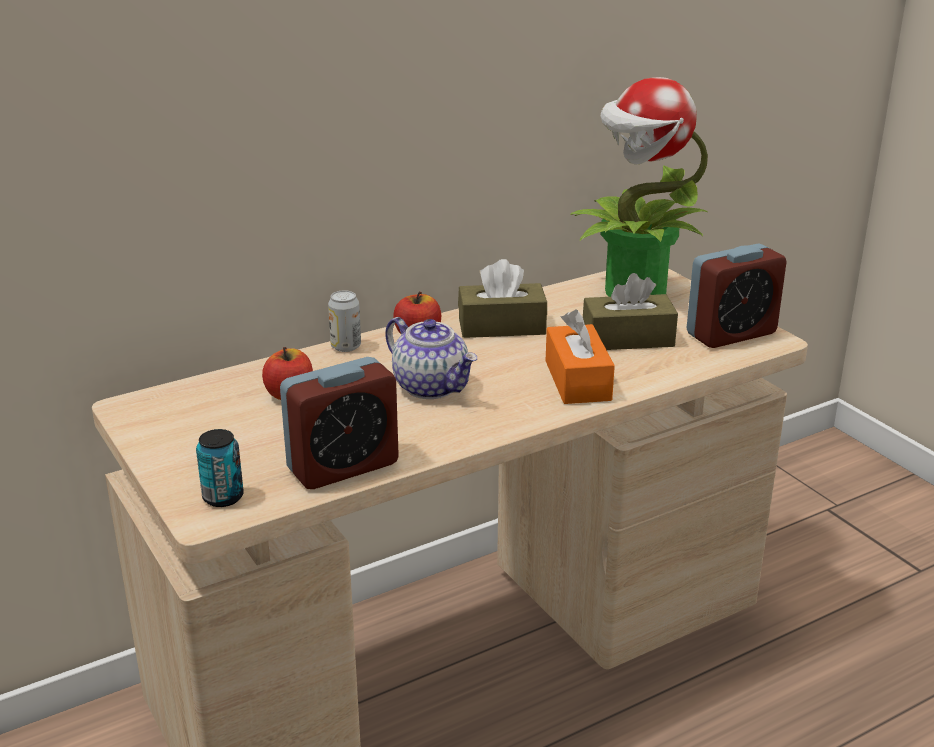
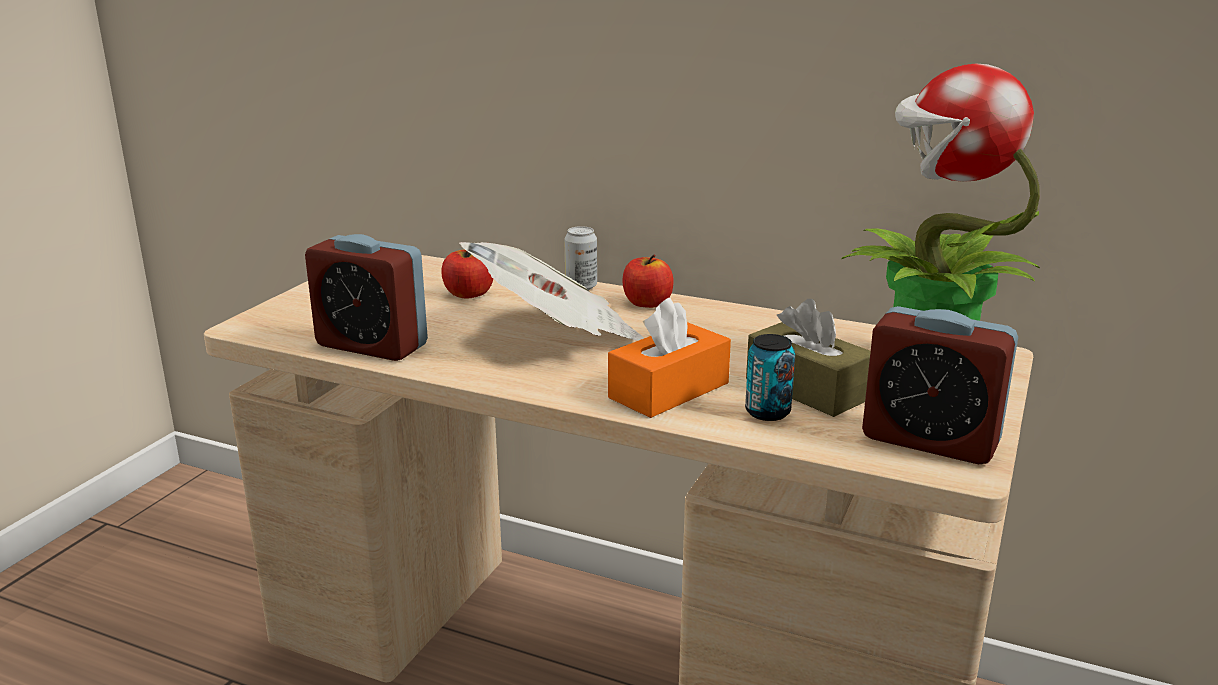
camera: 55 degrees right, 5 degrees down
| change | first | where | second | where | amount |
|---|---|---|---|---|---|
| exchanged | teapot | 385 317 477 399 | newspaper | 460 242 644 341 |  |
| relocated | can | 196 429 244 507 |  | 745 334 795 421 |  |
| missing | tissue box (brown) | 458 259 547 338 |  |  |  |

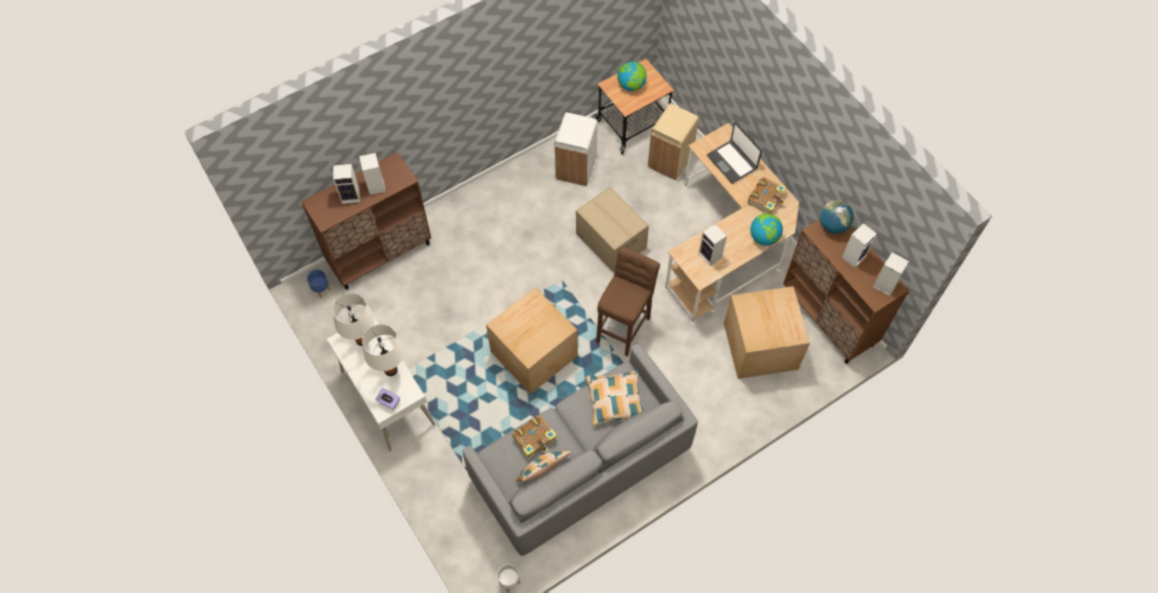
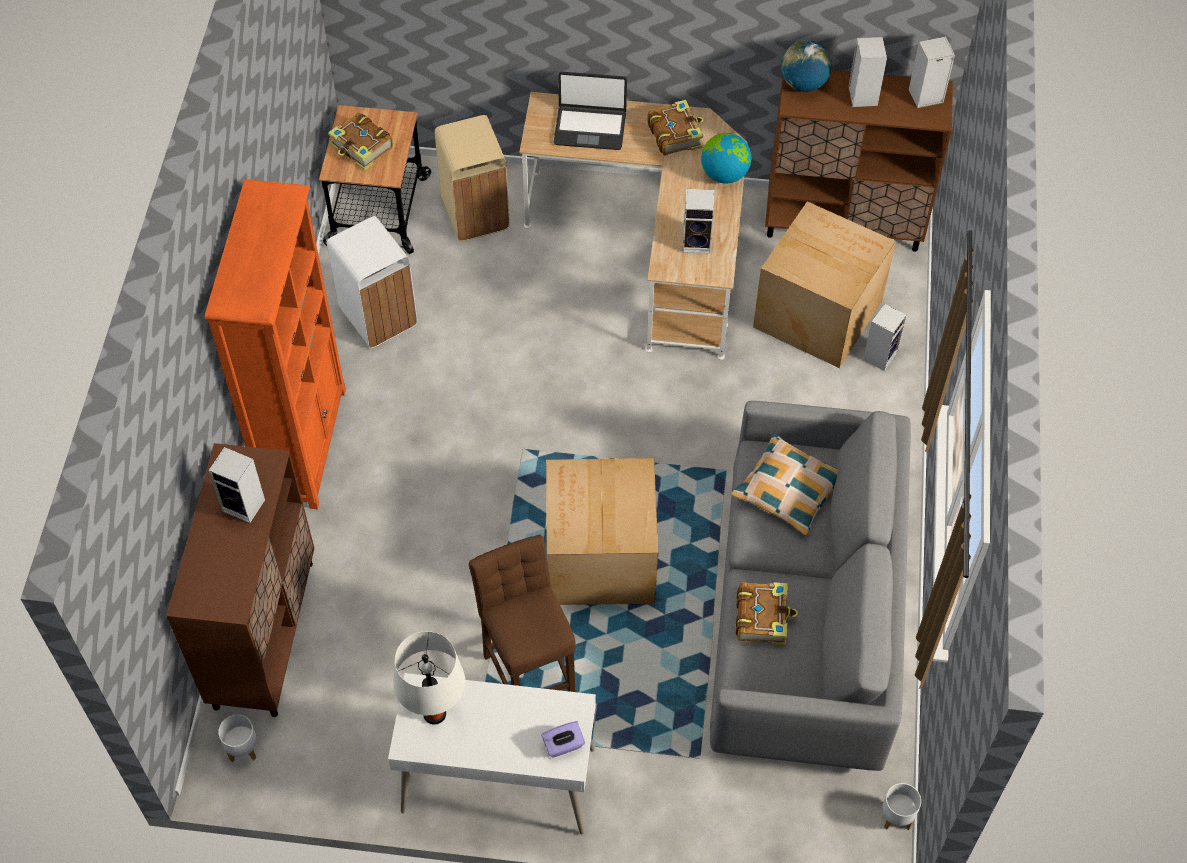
camera: 50 degrees left, 5 degrees down
| change | first | where | second | where | amount |
|---|---|---|---|---|---|
| appeared |  |  | bookcase (orange) | 205 179 346 509 |  |
| colour | planter (blue) | 307 270 331 298 | planter (white) | 218 715 257 762 |  |
| exchanged | globe | 617 61 647 91 | book | 328 113 393 171 |  |
| relocated | stool (brown) | 596 247 660 357 |  | 469 535 576 692 |  |
| relocated | speaker | 333 164 360 204 |  | 863 304 907 371 |  |
| missing | table lamp (white) | 362 324 405 376 |  |  |  |
| missing | pillow | 515 450 571 482 |  |  |  |
| missing | cardboard box | 576 187 649 272 |  |  |  |

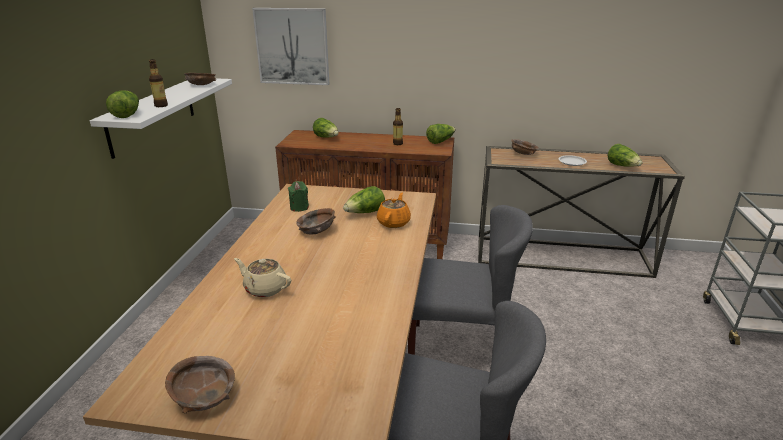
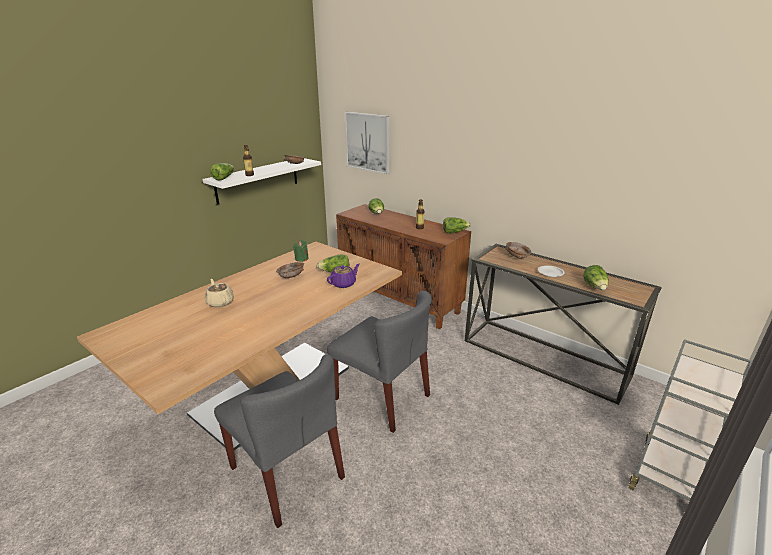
camera: 30 degrees right, 0 degrees up
| change | first | where | second | where | amount |
|---|---|---|---|---|---|
| colour | teapot (orange) | 377 193 411 228 | teapot (purple) | 327 264 360 288 |  |
| missing | bowl (brown) | 165 356 235 414 |  |  |  |

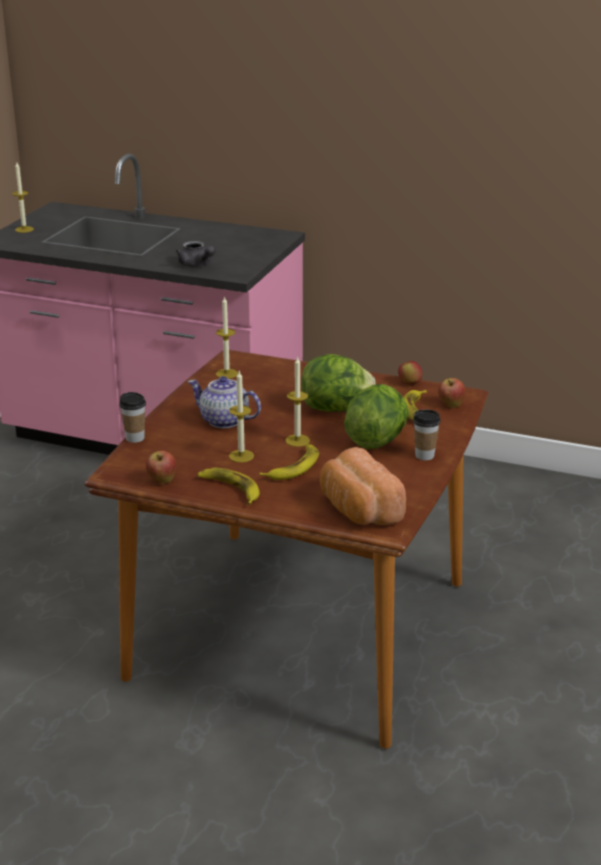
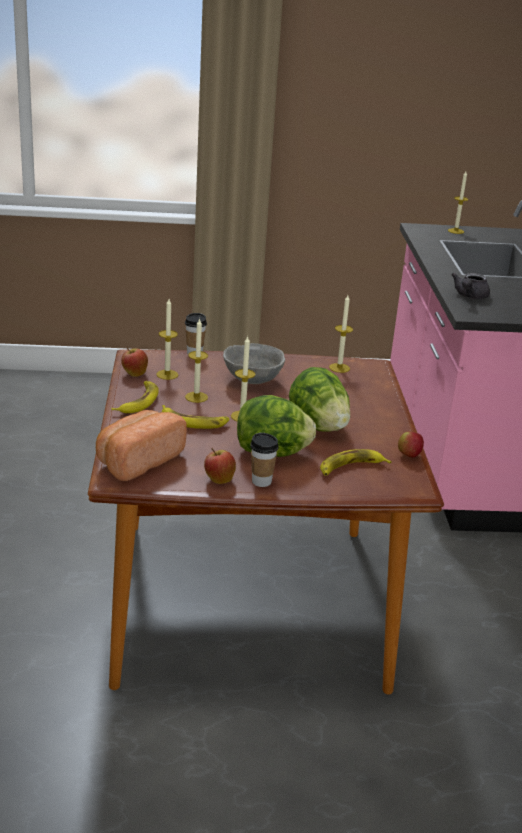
camera: 65 degrees right, 0 degrees up
| change | first | where | second | where | amount |
|---|---|---|---|---|---|
| appeared |  |  | candle | 156 299 178 380 |  |
| relocated | apple | 438 378 466 408 |  | 204 448 236 484 |  |
| exchanged | teapot | 188 376 261 428 | bowl (grey) | 223 343 285 384 |  |

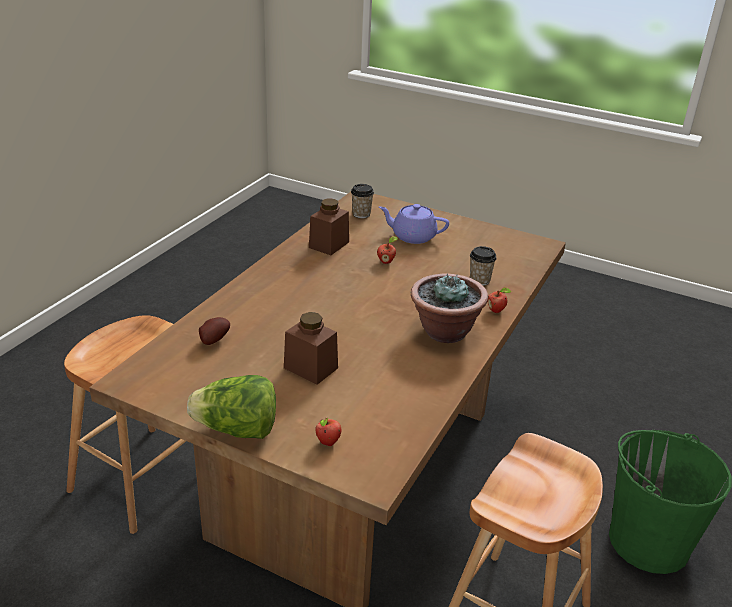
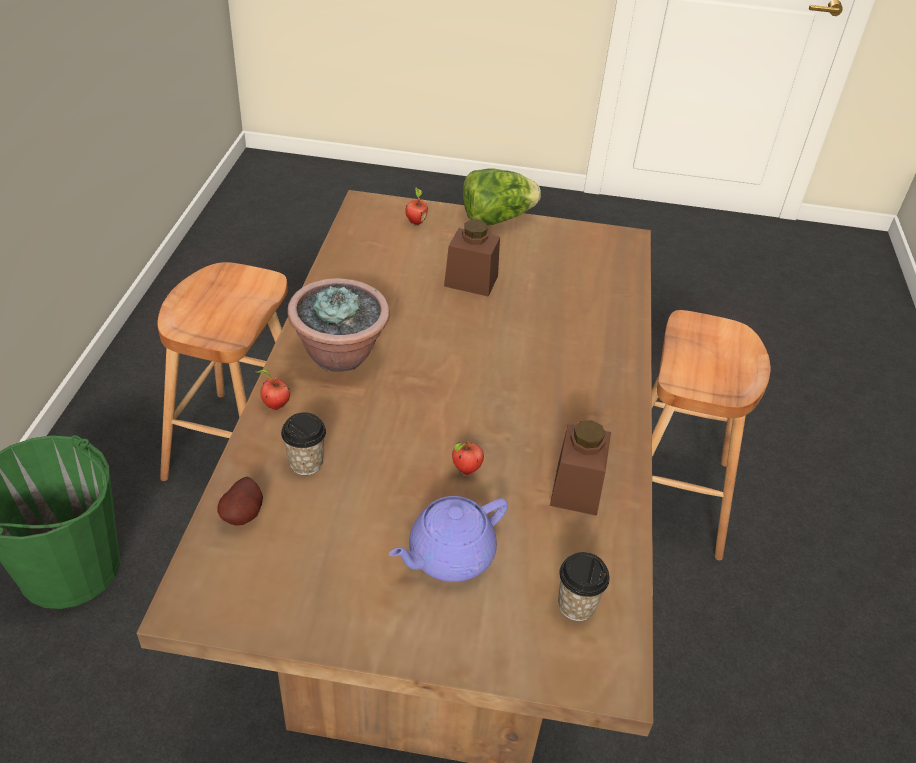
camera: 160 degrees right, 10 degrees up
| change | first | where | second | where | amount |
|---|---|---|---|---|---|
| relocated | potato | 199 317 230 345 |  | 217 477 263 525 |  |
| spun | teapot (purple) | 379 204 449 244 |  | 389 496 508 582 | 150 degrees clockwise |

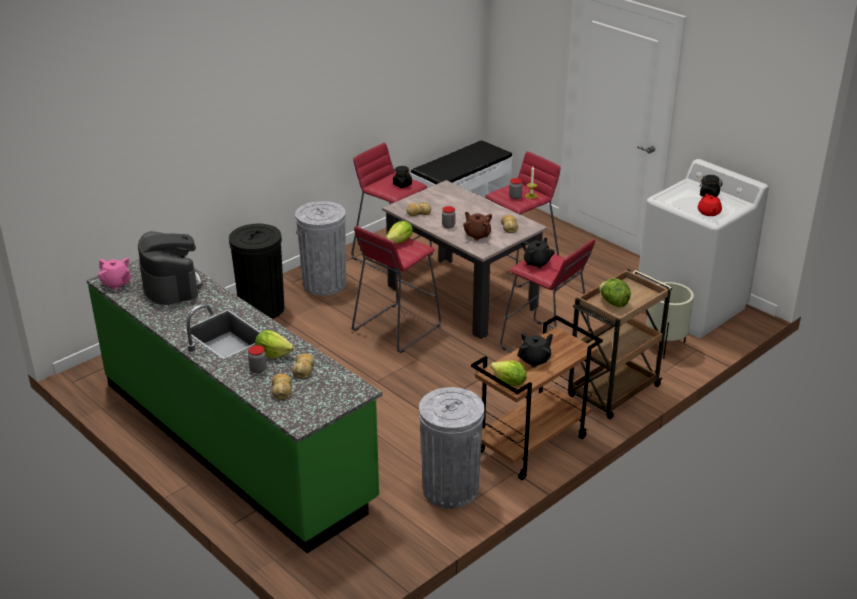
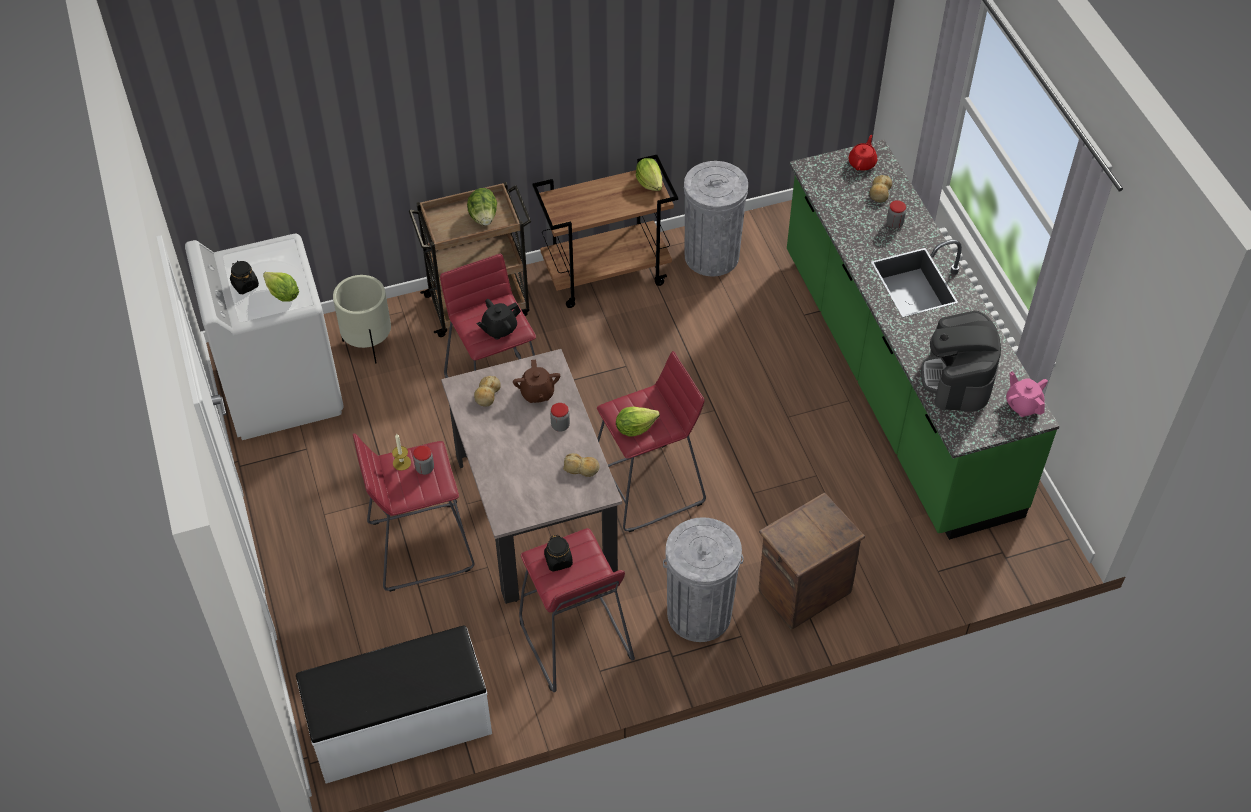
camera: 155 degrees left, 20 degrees up
| change | first | where | second | where | amount |
|---|---|---|---|---|---|
| relocated | lettuce | 255 330 294 358 |  | 263 272 299 302 |  |
| exchanged | trash can (black) | 229 224 284 319 | crate | 759 493 865 630 |  |
| relocated | teapot (red) | 698 194 722 216 |  | 848 135 877 170 |  |
| missing | bread | 292 354 315 379 |  |  |  |
| missing | teapot (black) | 517 333 553 368 |  |  |  |

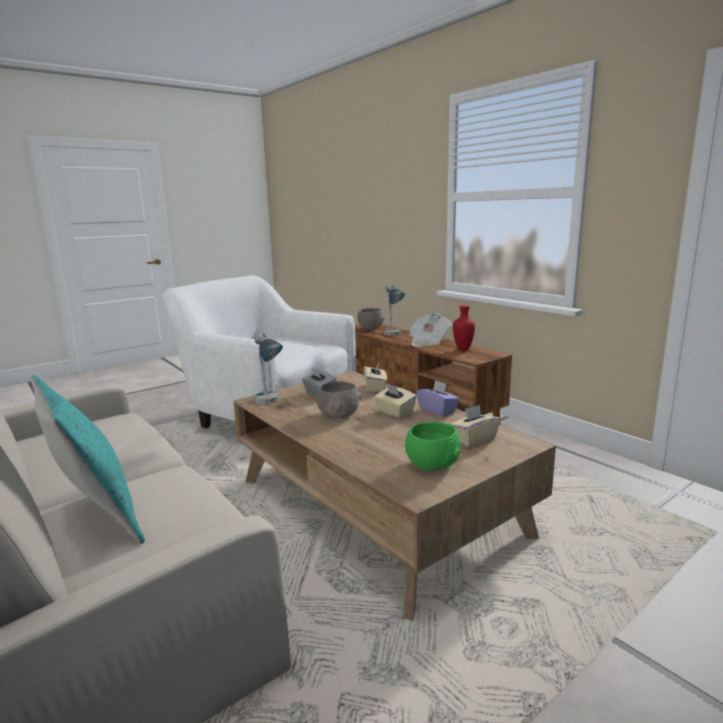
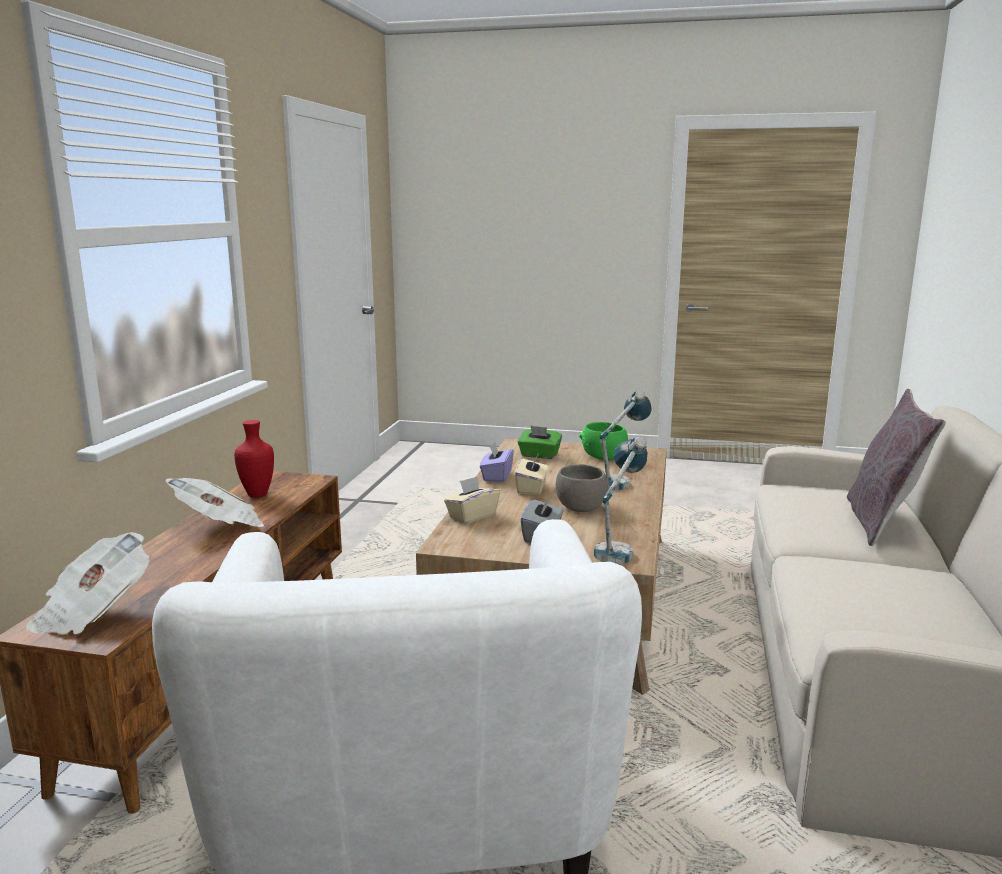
camera: 130 degrees left, 0 degrees up
| change | first | where | second | where | amount |
|---|---|---|---|---|---|
| exchanged | bowl (grey) | 357 308 384 329 | newspaper | 26 532 149 635 |  |
| colour | tissue box (beige) | 450 405 500 447 | tissue box (green) | 518 425 562 459 |  |
| relocated | table lamp | 384 284 405 336 |  | 600 391 652 490 |  |
| colour | pillow (turquoise) | 31 375 145 544 | pillow (grey) | 847 389 946 546 |  |

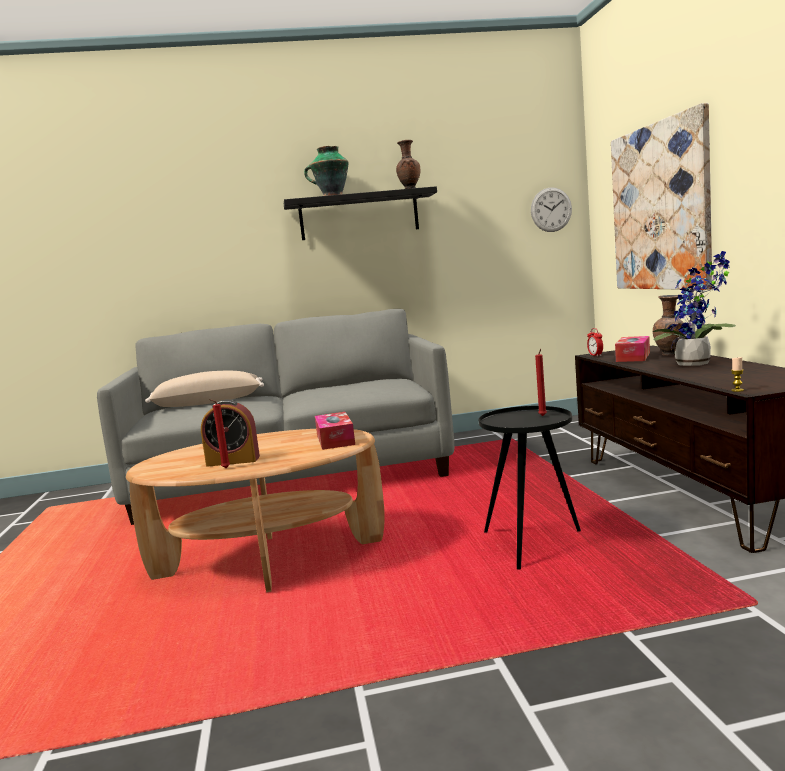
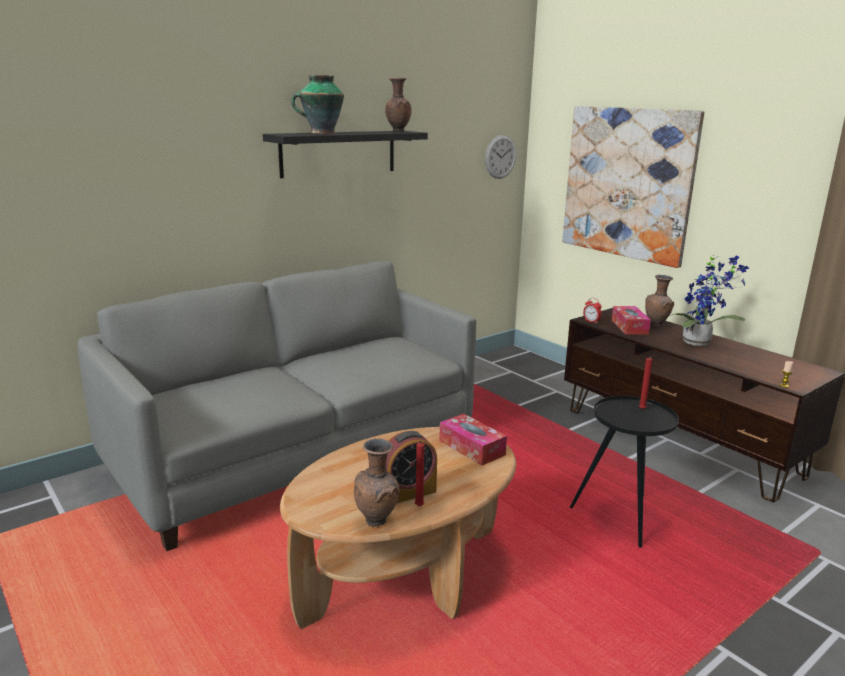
camera: 30 degrees left, 10 degrees up
| change | first | where | second | where | amount |
|---|---|---|---|---|---|
| appeared |  |  | vase (brown) | 354 439 400 527 |  |
| missing | pillow (beige) | 145 371 264 407 |  |  |  |

